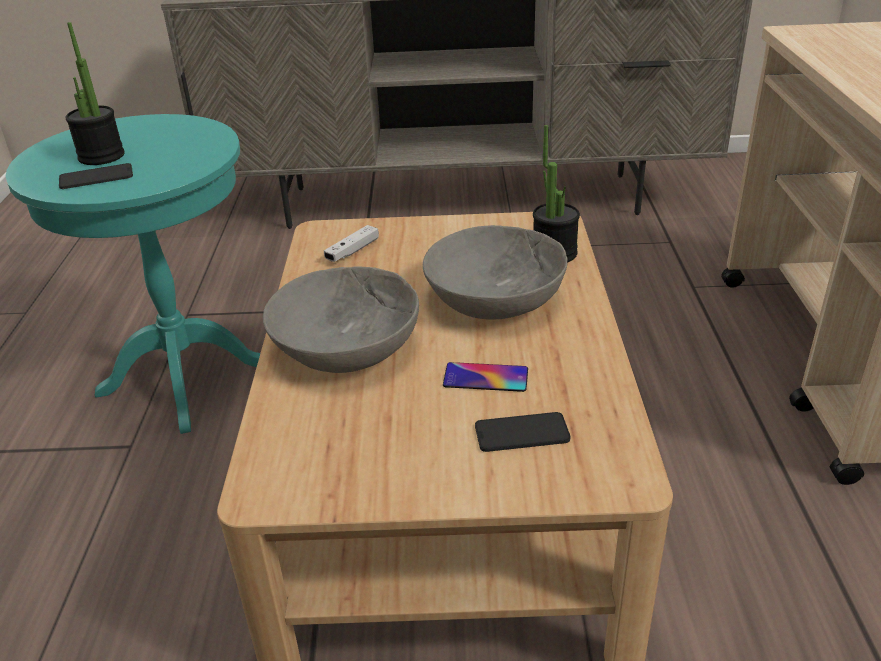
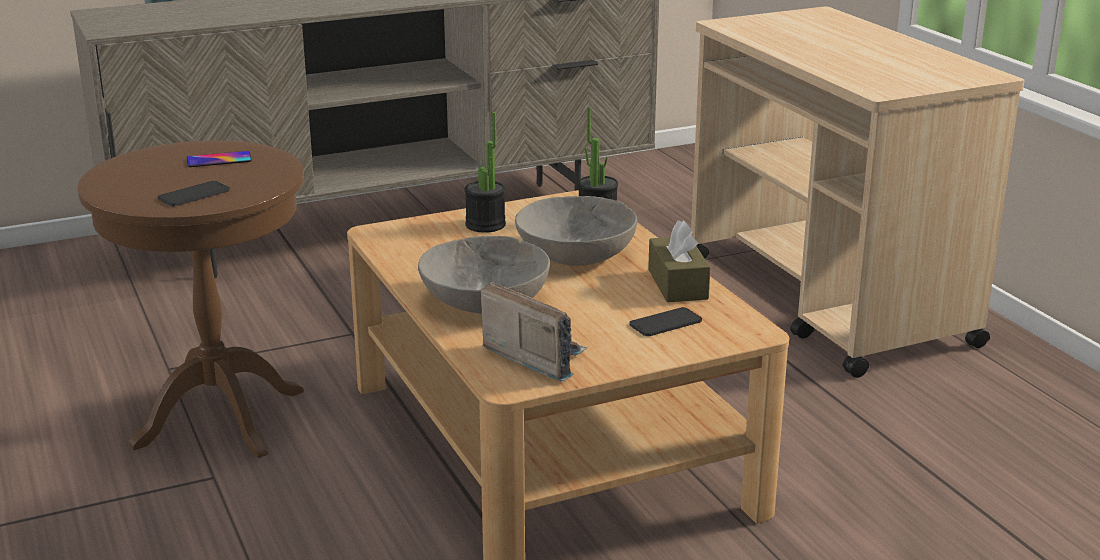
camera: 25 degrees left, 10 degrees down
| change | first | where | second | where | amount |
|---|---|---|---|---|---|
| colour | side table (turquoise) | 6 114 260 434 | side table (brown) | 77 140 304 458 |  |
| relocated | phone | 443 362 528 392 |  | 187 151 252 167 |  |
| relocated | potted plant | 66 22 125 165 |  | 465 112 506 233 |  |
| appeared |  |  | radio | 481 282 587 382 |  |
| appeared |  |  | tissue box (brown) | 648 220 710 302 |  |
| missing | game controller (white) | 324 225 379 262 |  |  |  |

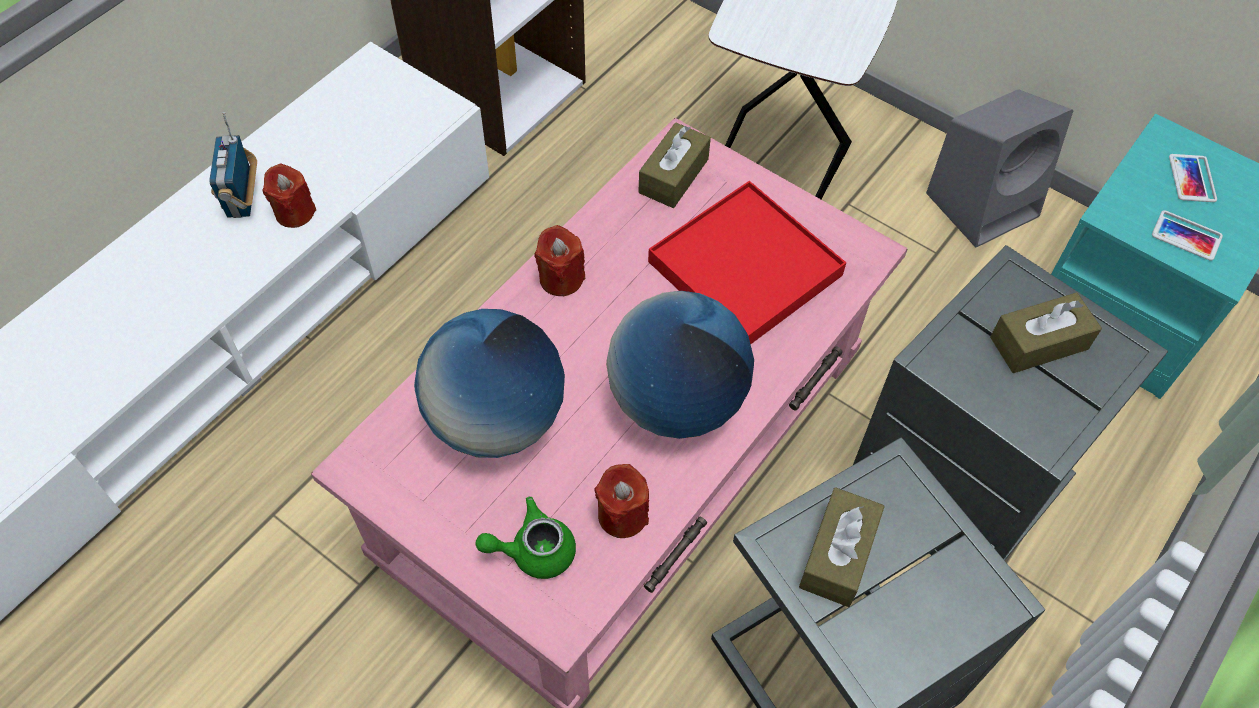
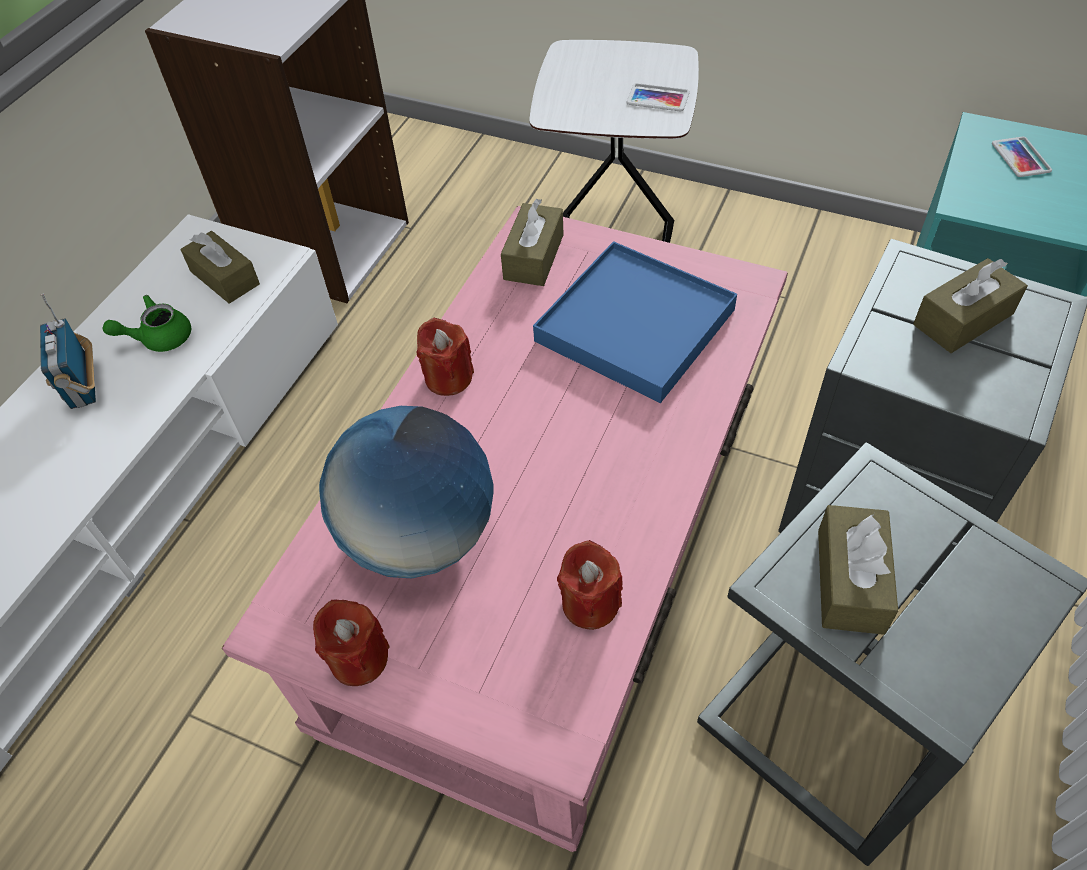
camera: 10 degrees left, 5 degrees down
| change | first | where | second | where | amount |
|---|---|---|---|---|---|
| relocated | teapot (green) | 475 497 576 579 |  | 102 295 191 352 |  |
| appeared |  |  | tissue box (brown) | 180 231 260 304 |  |
| relocated | candle (red) | 262 163 316 228 |  | 313 599 390 686 |  |
| colour | tray (red) | 648 181 846 344 | tray (blue) | 533 241 737 403 |  |
| relocated | phone | 1152 210 1223 261 |  | 626 83 690 111 |  |
| missing | globe | 606 291 754 439 |  |  |  |
| missing | speaker (grey) | 926 89 1073 248 |  |  |  |

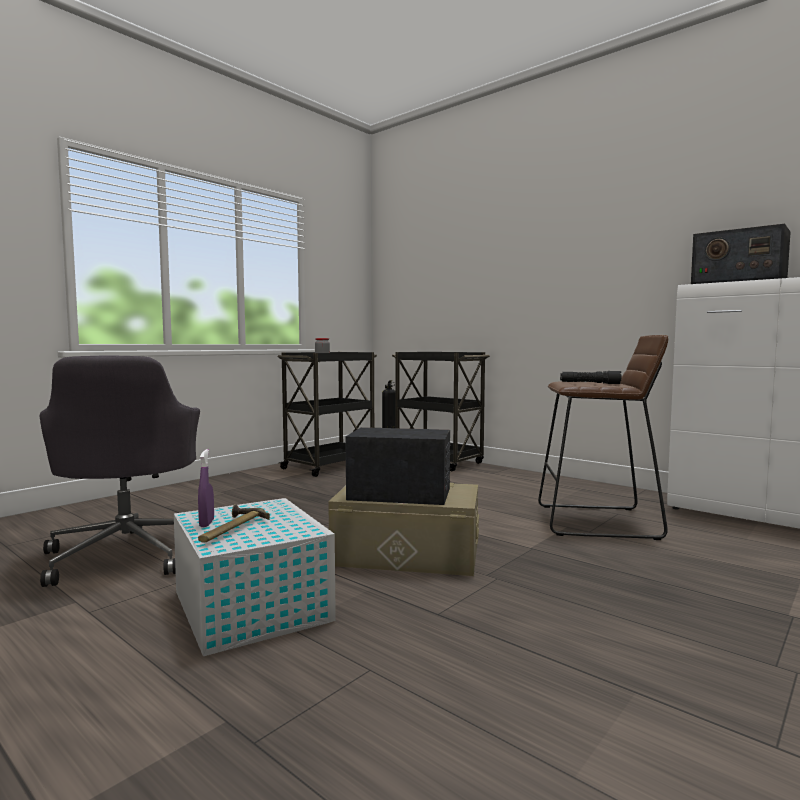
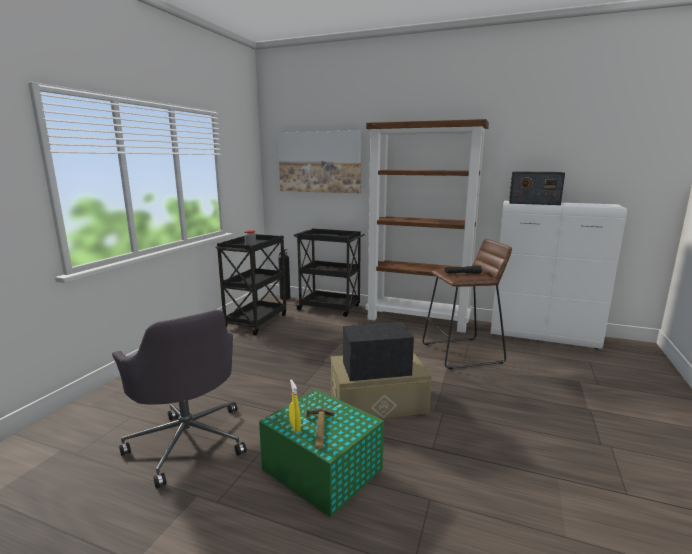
camera: 20 degrees left, 10 degrees up
| change | first | where | second | where | amount |
|---|---|---|---|---|---|
| colour | storage box (white) | 174 498 336 656 | storage box (green) | 259 389 384 518 |  |
| appeared |  |  | picture | 278 130 361 193 |  |
| colour | spray bottle (purple) | 198 449 214 527 | spray bottle (yellow) | 289 379 301 432 |  |
| appeared |  |  | bookcase (brown) | 366 119 489 333 |  |

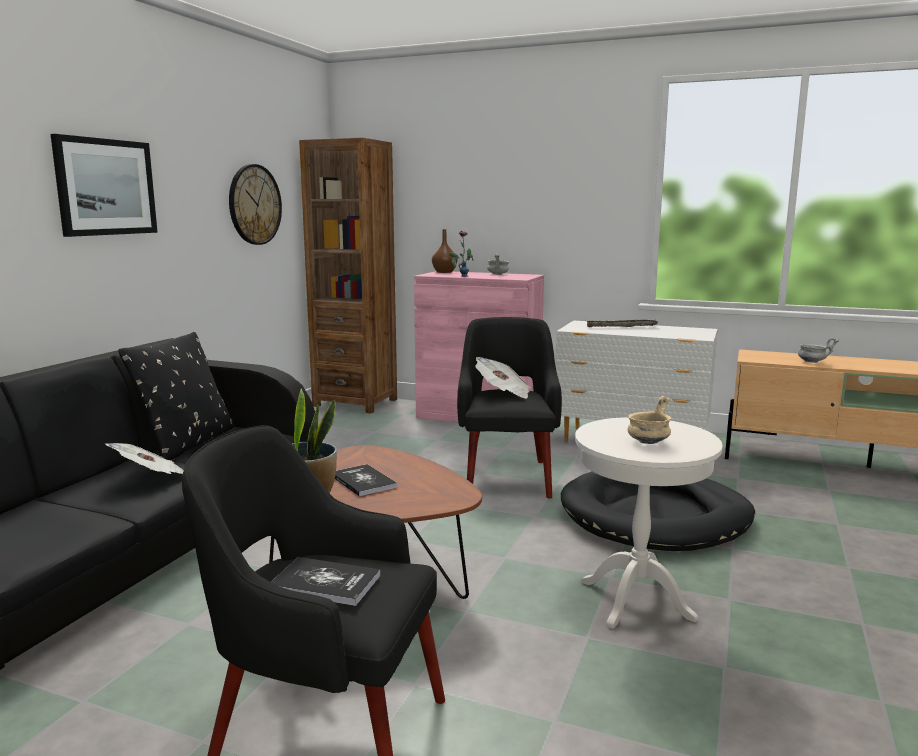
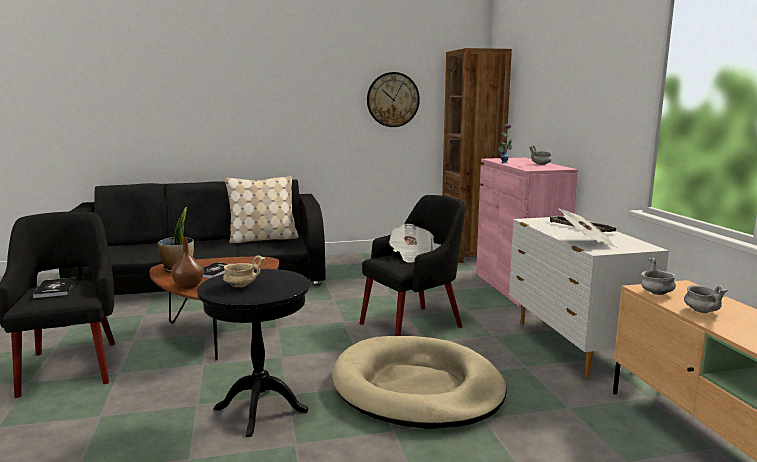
camera: 55 degrees right, 0 degrees up
| change | first | where | second | where | amount |
|---|---|---|---|---|---|
| relocated | vase (brown) | 432 229 458 273 |  | 171 237 204 289 |  |
| colour | side table (white) | 575 417 723 629 | side table (black) | 197 269 309 437 |  |
| colour | pillow (black) | 118 332 234 460 | pillow (beige) | 225 176 298 243 |  |
| colour | dog bed (black) | 561 472 755 551 | dog bed (beige) | 332 336 507 429 |  |
| relocated | newspaper | 105 443 184 474 |  | 559 209 617 248 |  |
| appeared |  |  | bowl (grey) | 641 257 676 295 |  |
| missing | picture | 50 134 158 237 |  |  |  |

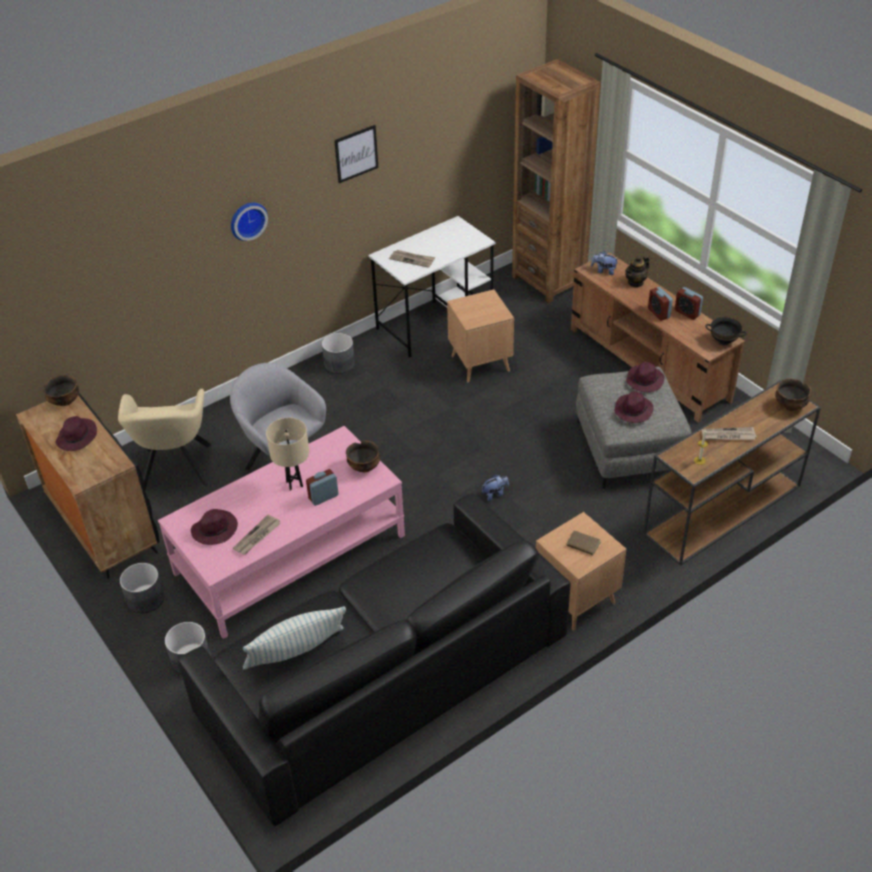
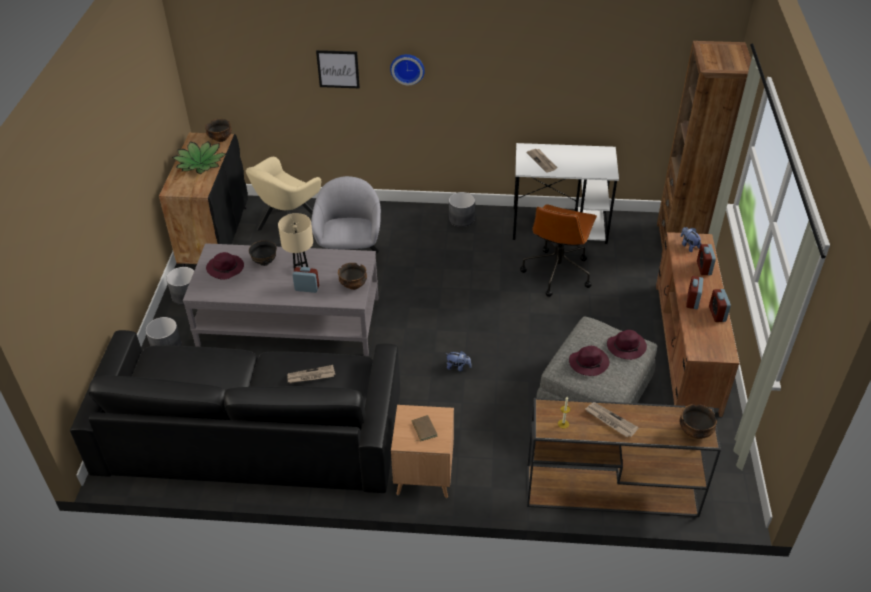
camera: 40 degrees right, 0 degrees up
| change | first | where | second | where | amount |
|---|---|---|---|---|---|
| exchanged | hat (purple) | 55 416 97 451 | potted plant | 172 141 226 174 |  |
| colour | coffee table (pink) | 158 426 405 639 | coffee table (grey) | 183 243 379 356 |  |
| relocated | bowl (black) | 705 317 747 345 |  | 249 240 277 266 |  |
| relocated | newspaper | 233 515 281 555 |  | 287 365 335 384 |  |
| relocated | picture | 334 125 378 183 |  | 316 50 360 88 |  |
| exchanged | side table (brown) | 447 289 514 382 | office chair (brown) | 520 204 597 297 |  |
| exchanged | teapot | 625 256 649 288 | alarm clock | 697 244 716 275 |  |
| missing | pillow | 243 606 346 670 |  |  |  |

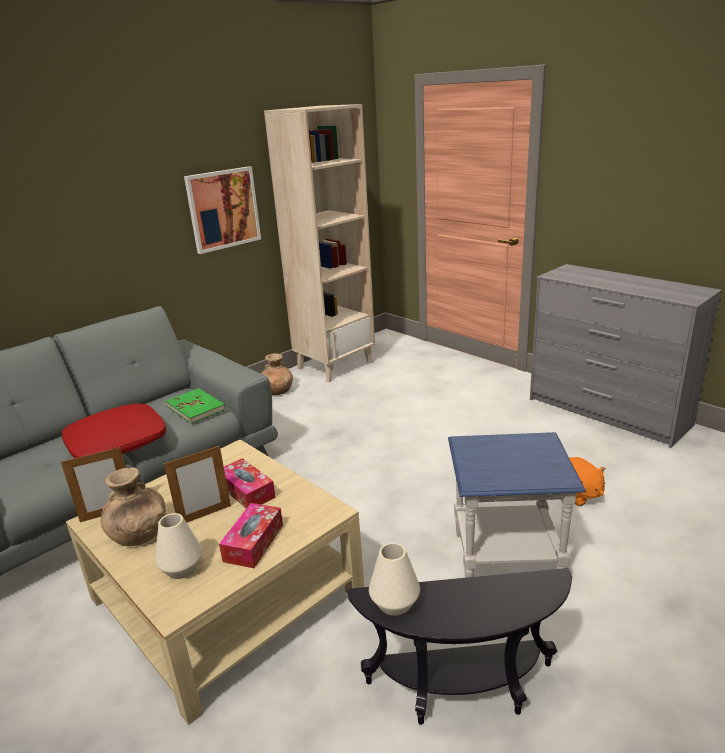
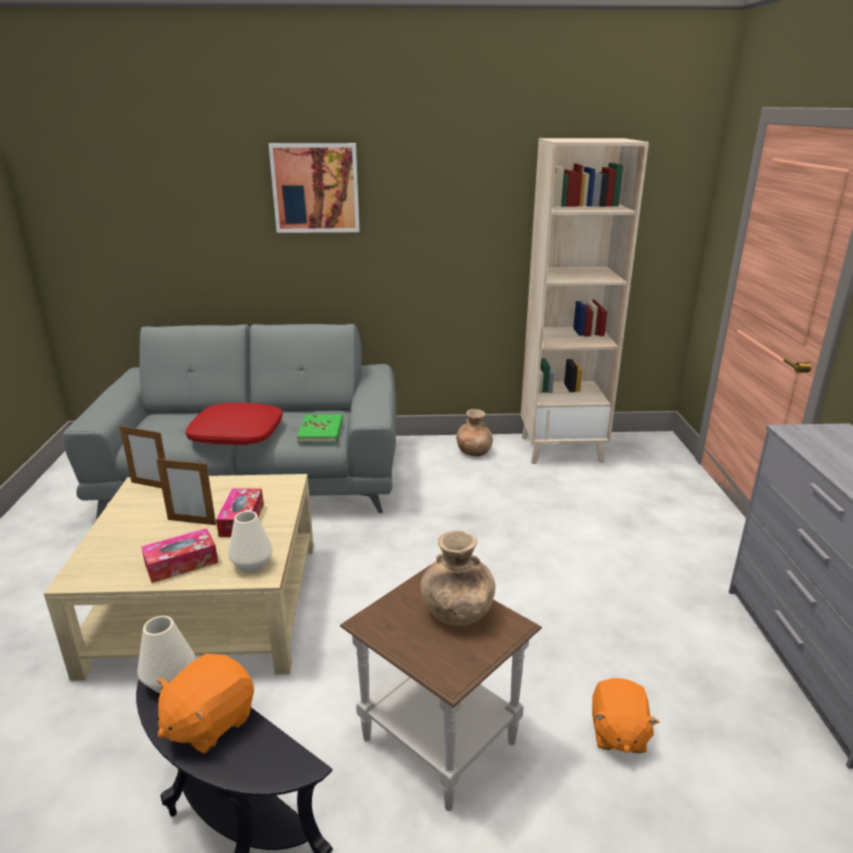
camera: 40 degrees right, 0 degrees up
| change | first | where | second | where | amount |
|---|---|---|---|---|---|
| appeared |  |  | plush toy (orange) | 157 654 254 753 |  |
| relocated | vase (white) | 155 513 203 579 |  | 228 511 273 573 |  |
| relocated | picture | 184 166 261 254 |  | 269 143 360 233 |  |
| colour | side table (blue) | 448 432 586 578 | side table (brown) | 340 565 542 811 |  |
| relocated | vase (brown) | 101 467 166 546 |  | 420 531 496 626 |  |

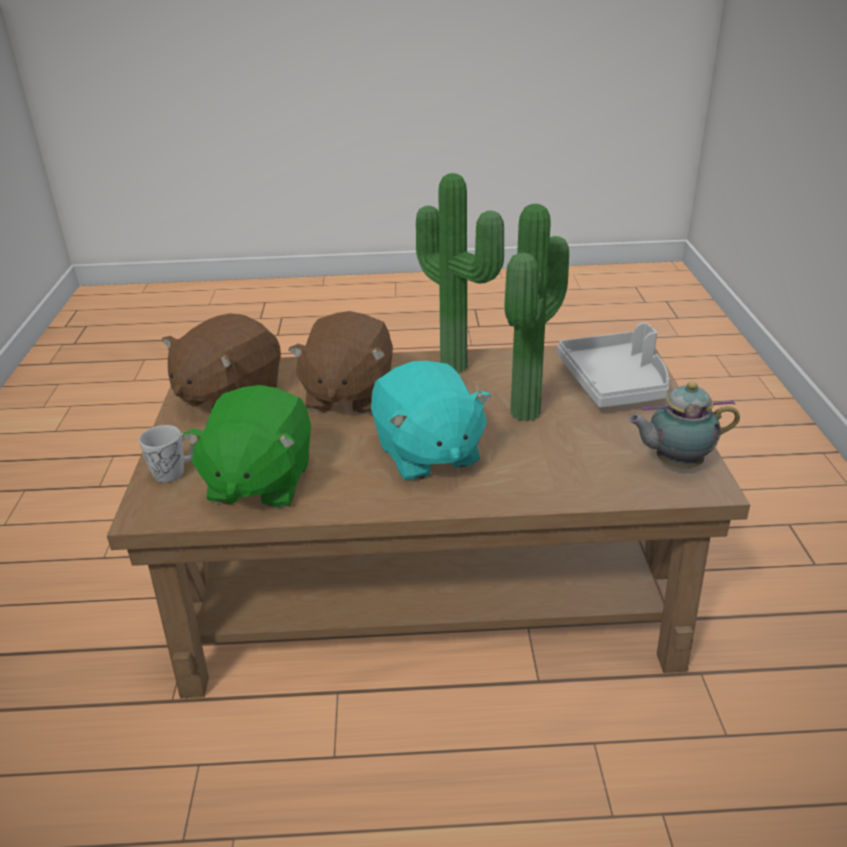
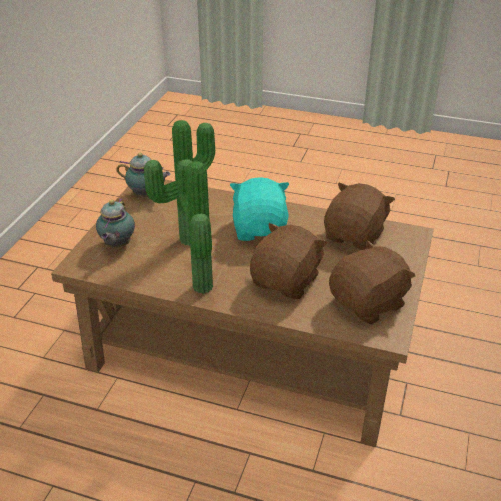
camera: 160 degrees left, 5 degrees up
| change | first | where | second | where | amount |
|---|---|---|---|---|---|
| exchanged | tray (grey) | 557 322 669 408 | teapot | 96 198 135 248 |  |
| colour | plush toy (green) | 182 385 311 508 | plush toy (brown) | 324 182 395 250 |  |
| missing | mug (white) | 139 425 194 483 |  |  |  |

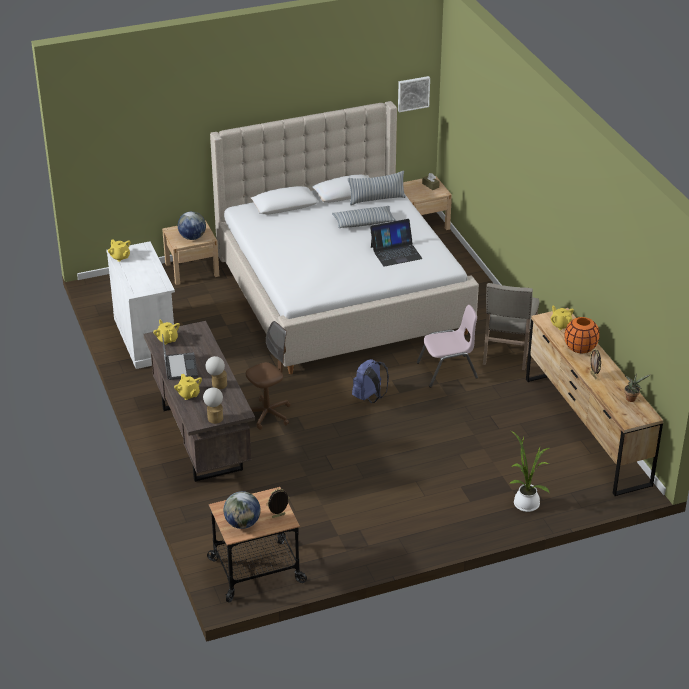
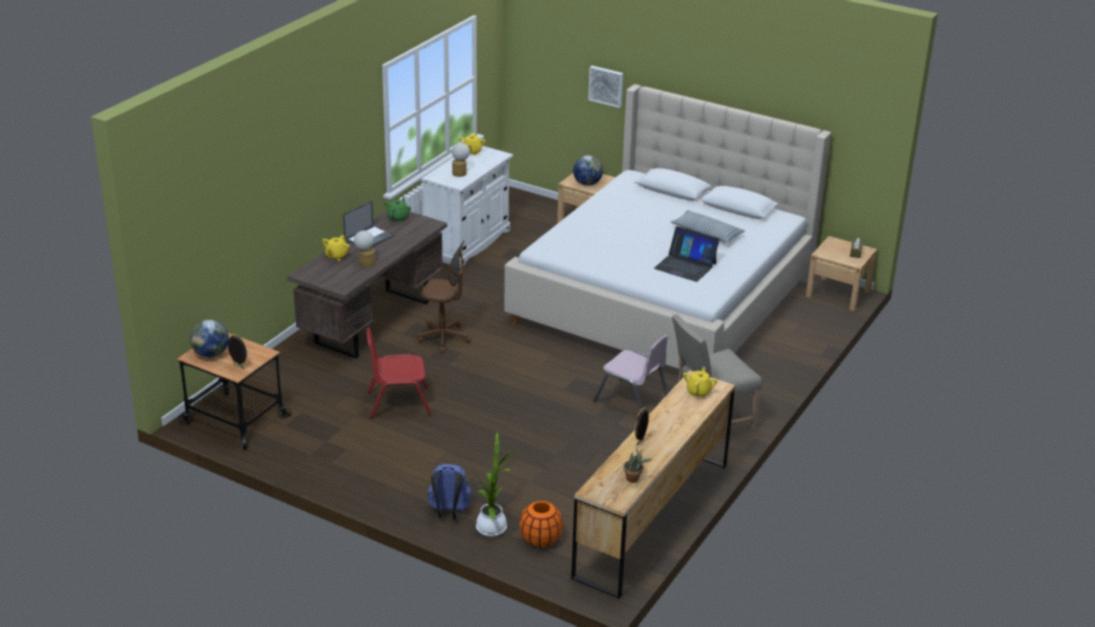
camera: 50 degrees right, 5 degrees down
| change | first | where | second | where | amount |
|---|---|---|---|---|---|
| appeared |  |  | chair (red) | 366 328 432 418 |  |
| colour | teapot (yellow) | 153 319 180 345 | teapot (green) | 385 198 411 222 |  |
| relocated | backpack (blue) | 352 359 389 403 |  | 428 464 471 519 |  |
| relocated | table lamp | 203 387 223 424 |  | 452 143 470 177 |  |
| relocated | vase (orange) | 564 317 600 353 |  | 519 501 563 547 |  |
| relocated | picture | 398 76 430 112 |  | 588 66 623 108 |  |
| missing | pillow | 348 171 406 205 |  |  |  |

